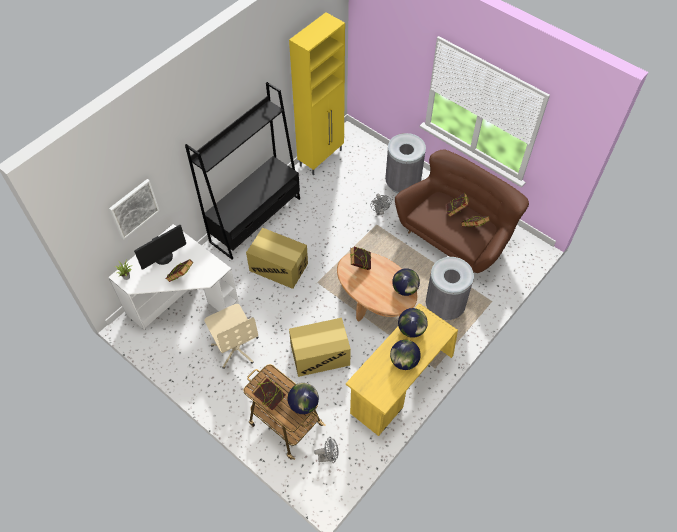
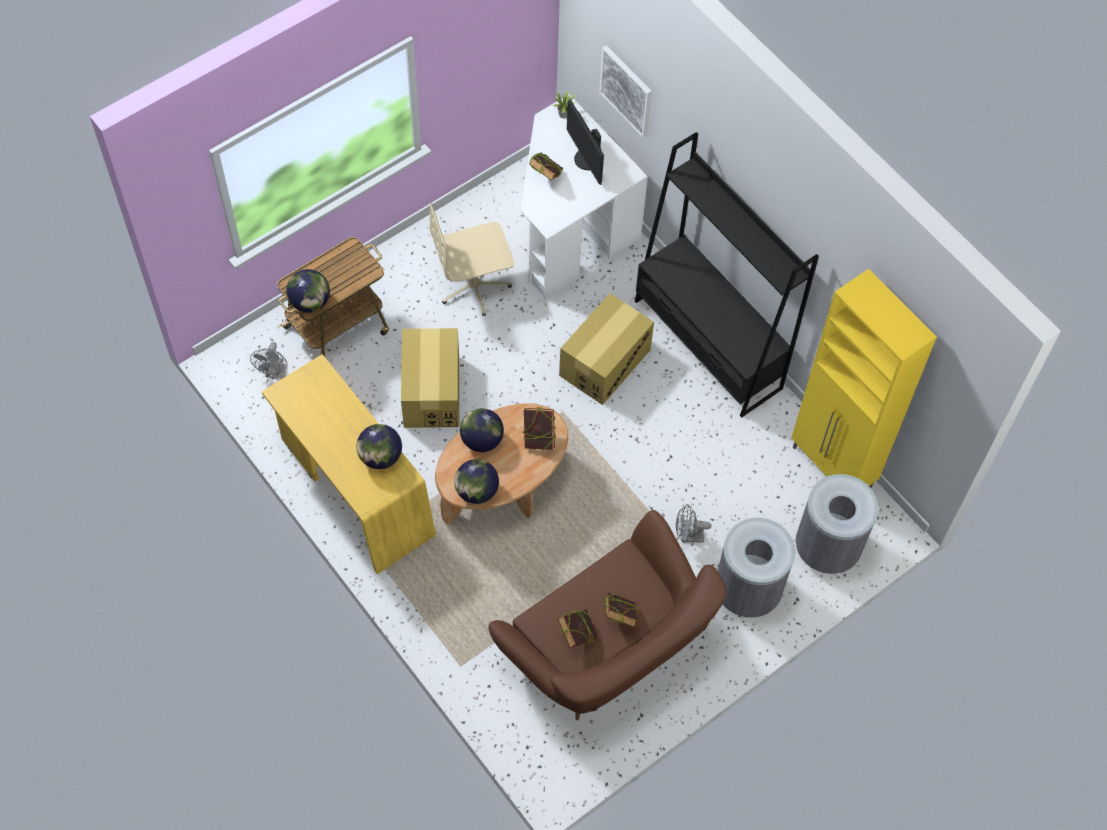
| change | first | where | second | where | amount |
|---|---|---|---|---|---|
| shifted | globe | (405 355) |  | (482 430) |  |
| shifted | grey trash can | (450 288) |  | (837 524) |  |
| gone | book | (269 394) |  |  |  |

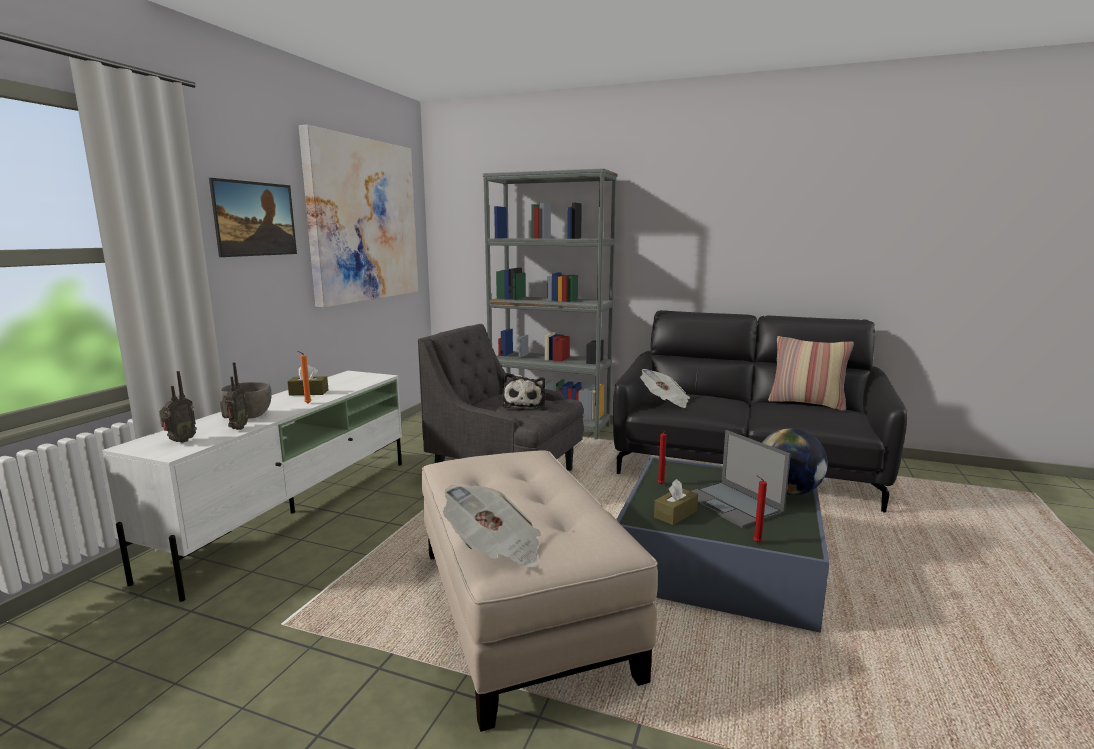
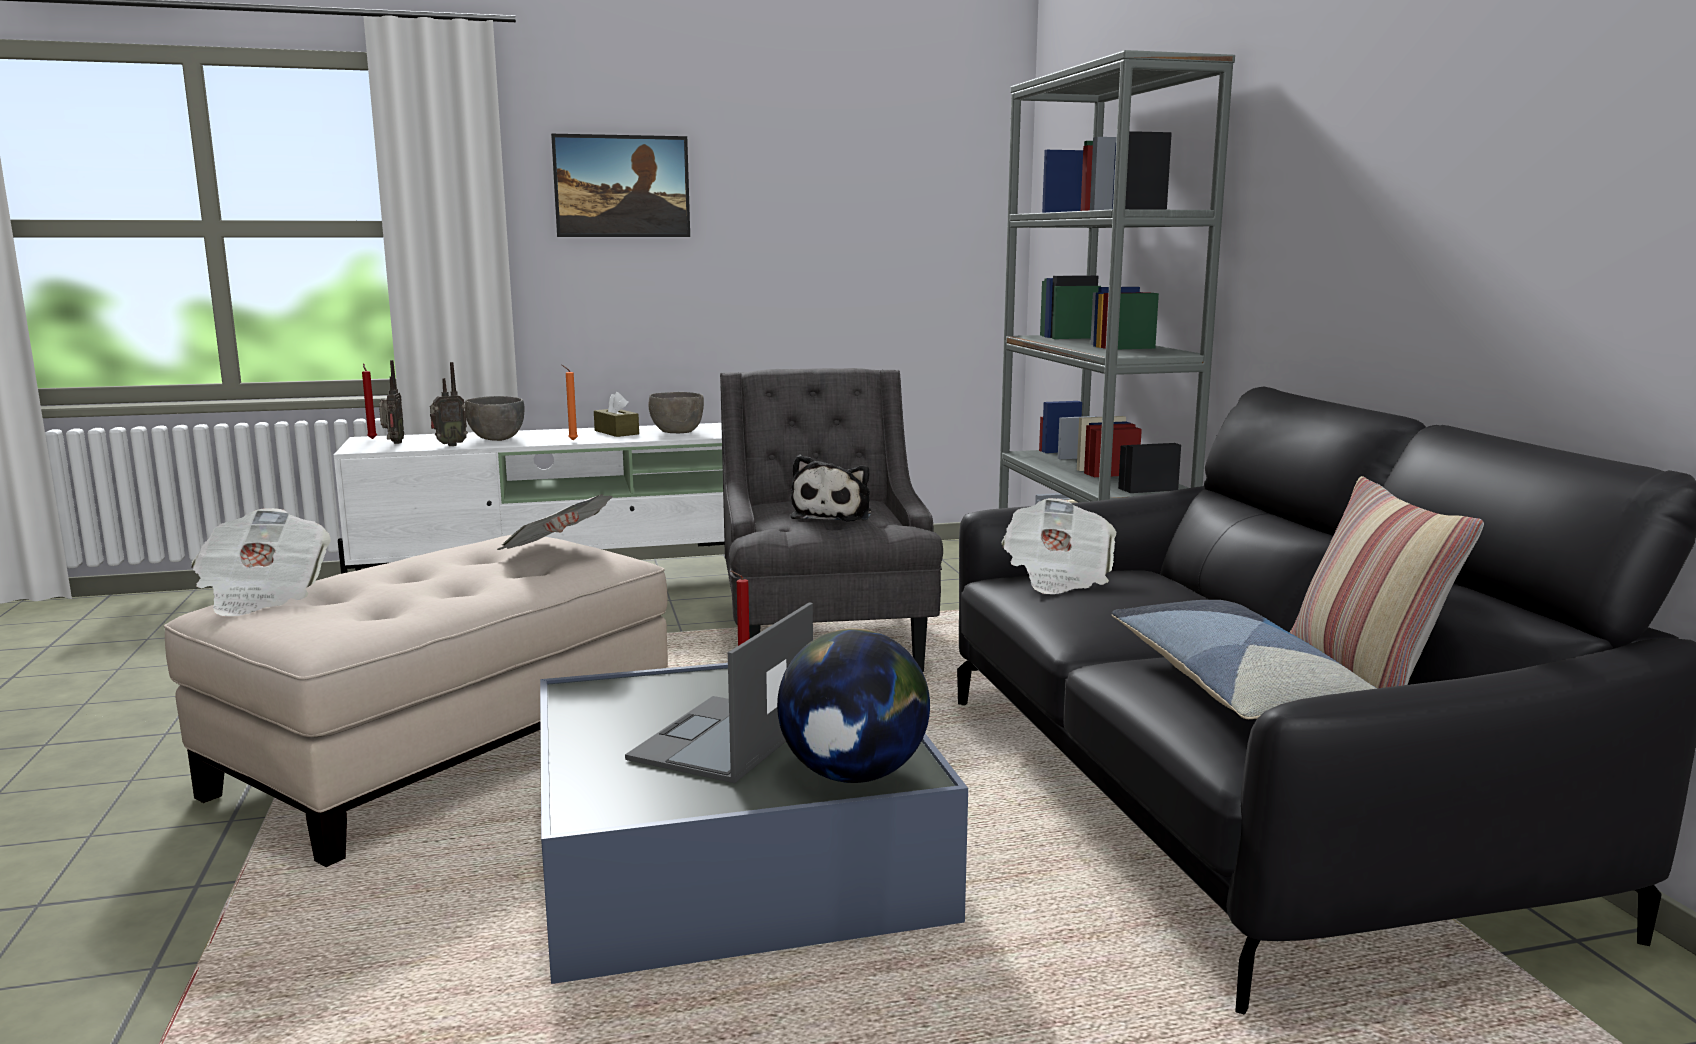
| change | first | where | second | where | amount |
|---|---|---|---|---|---|
| shifted | red candle | (760 509) |  | (369 401) |  |
| rotated | radio | (178 407) |  | (391 402) | 90 degrees counterclockwise |
| new |  |  | newspaper | (555 522) |  |
| new |  |  | grey bowl | (676 412) |  |
| rotated | plush toy | (524 391) |  | (831 488) | 45 degrees counterclockwise |
| new |  |  | pillow | (1244 659) |  |
| gone | picture | (358 216) |  |  |  |
| gone | brown tissue box | (676 502) |  |  |  |

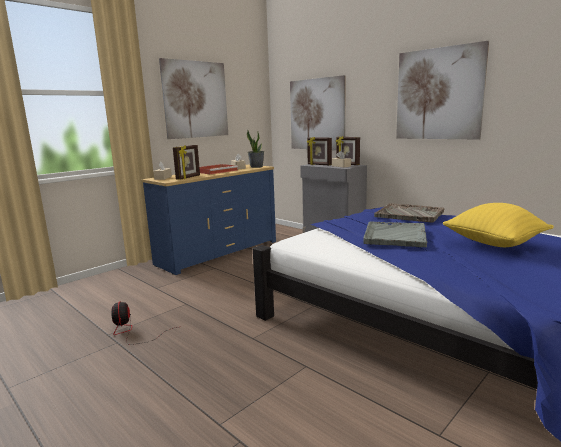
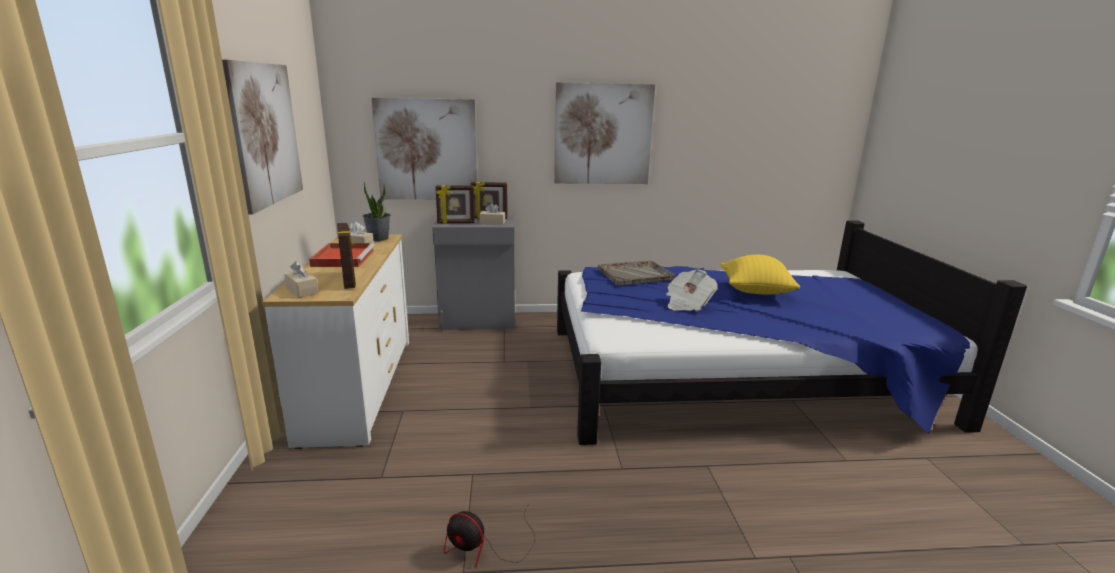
| change | first | where | second | where | amount |
|---|---|---|---|---|---|
| repainted | blue dresser | (209 220) | white dresser | (335 342) |  |
| swapped | grey tray | (395 234) | newspaper | (692 290) |  |

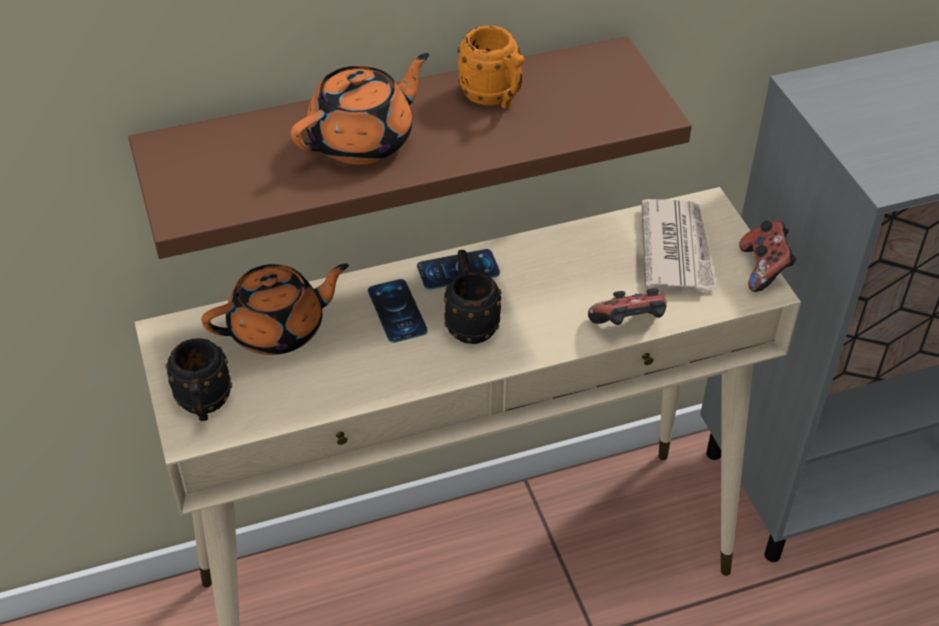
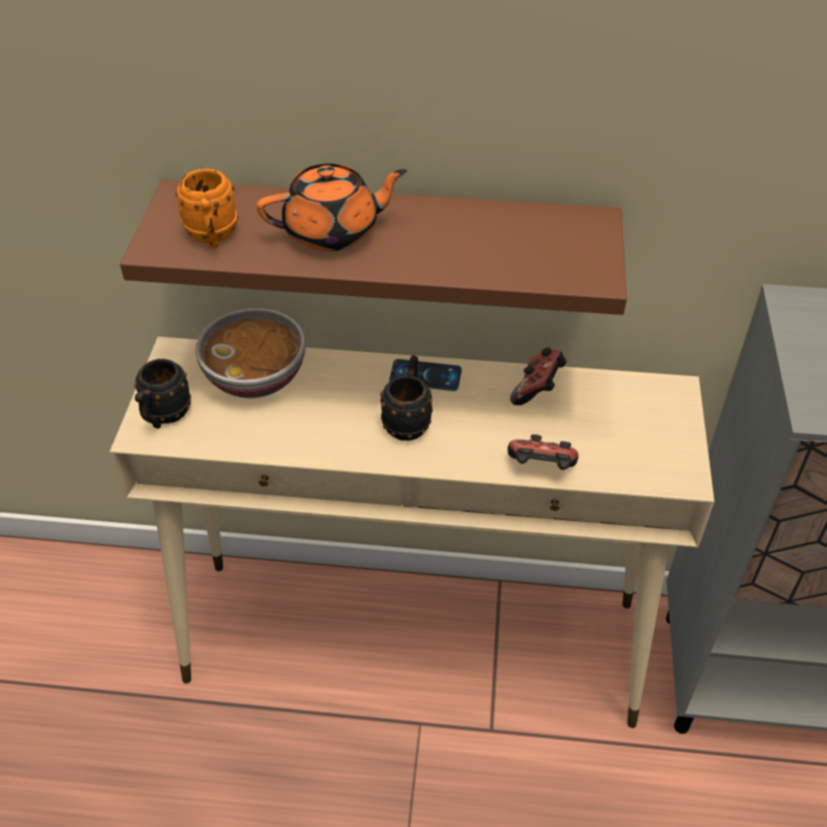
| change | first | where | second | where | amount |
|---|---|---|---|---|---|
| shifted | orange mug | (490 67) |  | (206 209) |  |
| swapped | orange teapot | (275 309) | bowl | (250 353) |  |
| shifted | game controller | (767 256) |  | (538 376) |  |
| gone | phone | (398 311) |  |  |  |
| gone | newspaper | (679 246) |  |  |  |

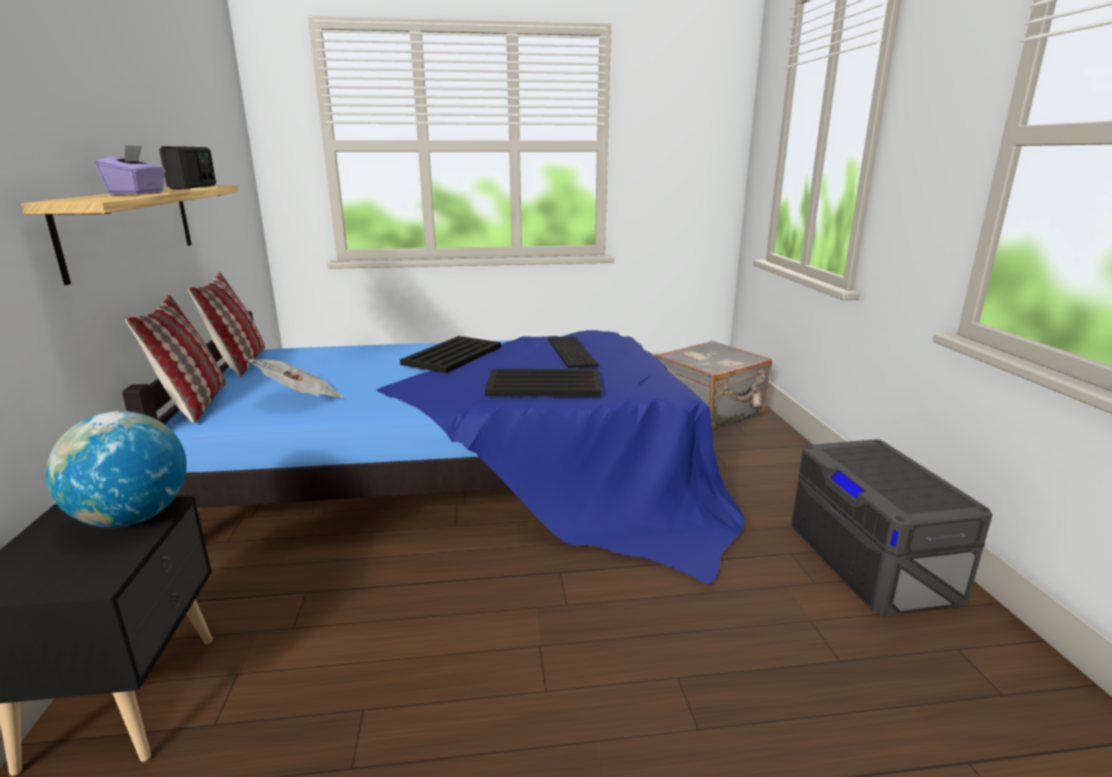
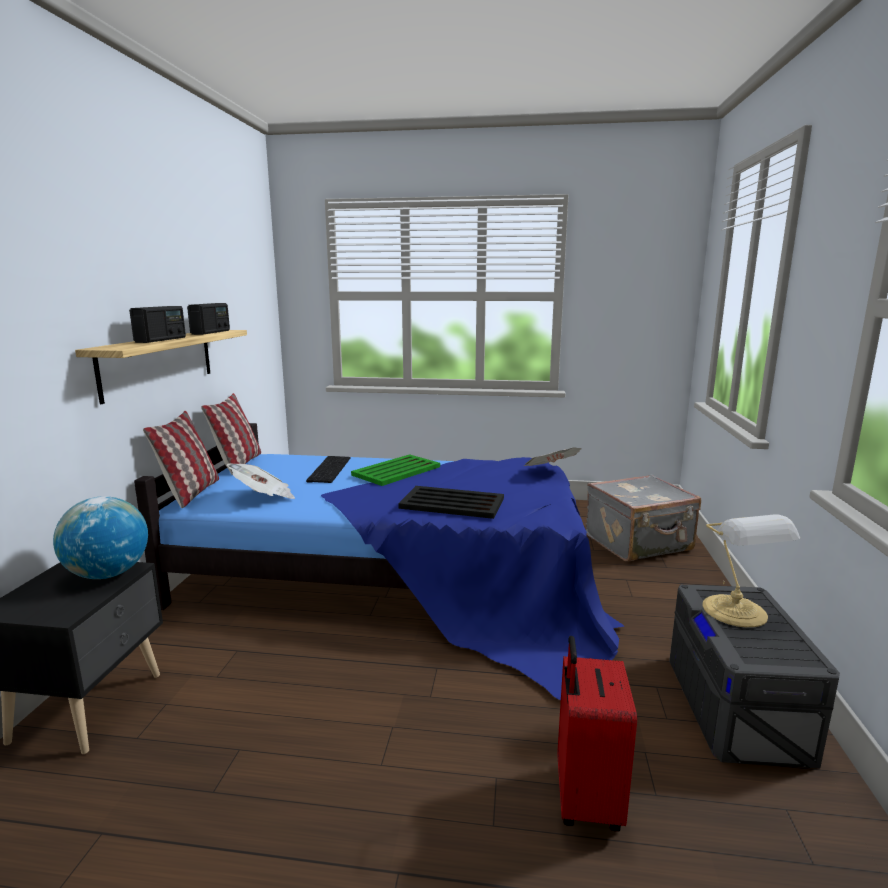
| change | first | where | second | where | amount |
|---|---|---|---|---|---|
| swapped | purple tissue box | (130 169) | radio | (157 324) |  |
| shifted | keyboard | (573 352) |  | (328 469) |  |
| repainted | black tray | (450 354) | green tray | (395 470) |  |
| new |  |  | newspaper | (553 456) |  |
| new |  |  | red suitcase | (597 734) |  |
| new |  |  | table lamp | (751 571) |  |

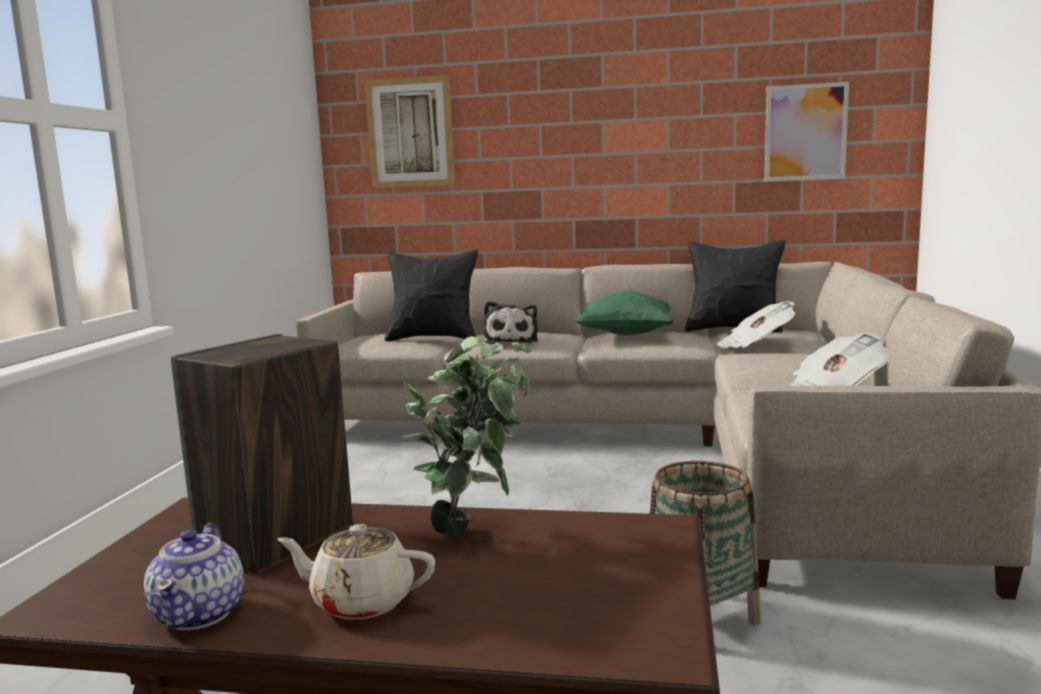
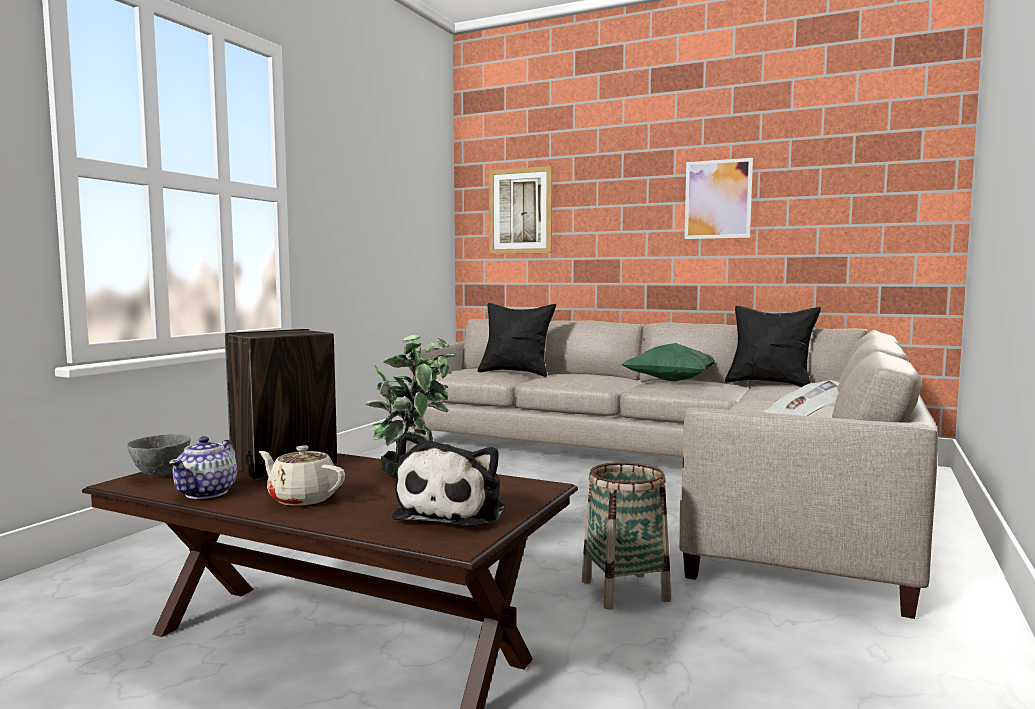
| change | first | where | second | where | amount |
|---|---|---|---|---|---|
| new |  |  | grey bowl | (159 455) |  |
| shifted | plush toy | (510 322) |  | (448 479) |  |
| shifted | picture | (807 131) |  | (718 198) |  |
| gone | newspaper | (756 324) |  |  |  |

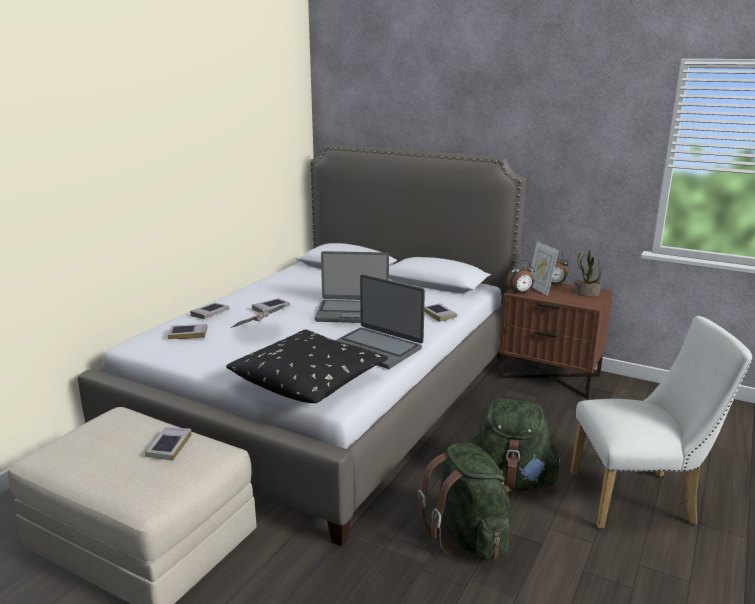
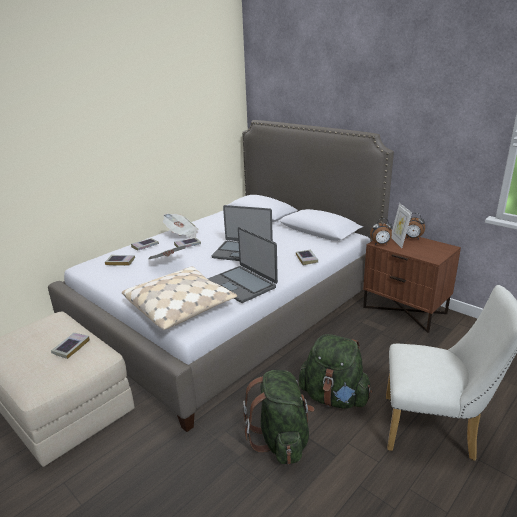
| change | first | where | second | where | amount |
|---|---|---|---|---|---|
| repainted | black pillow | (307 366) | beige pillow | (179 298) |  |
| new |  |  | newspaper | (180 225) |  |
| gone | potted plant | (588 273) |  |  |  |

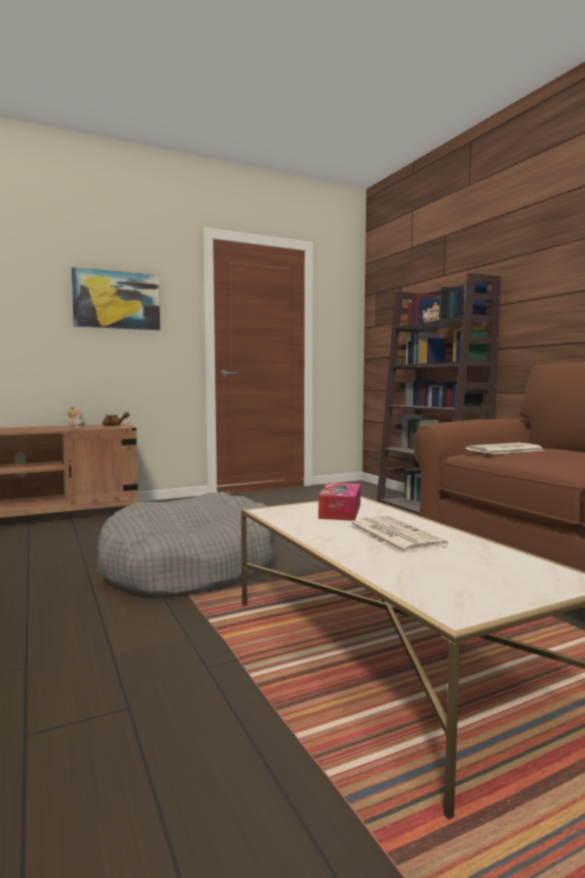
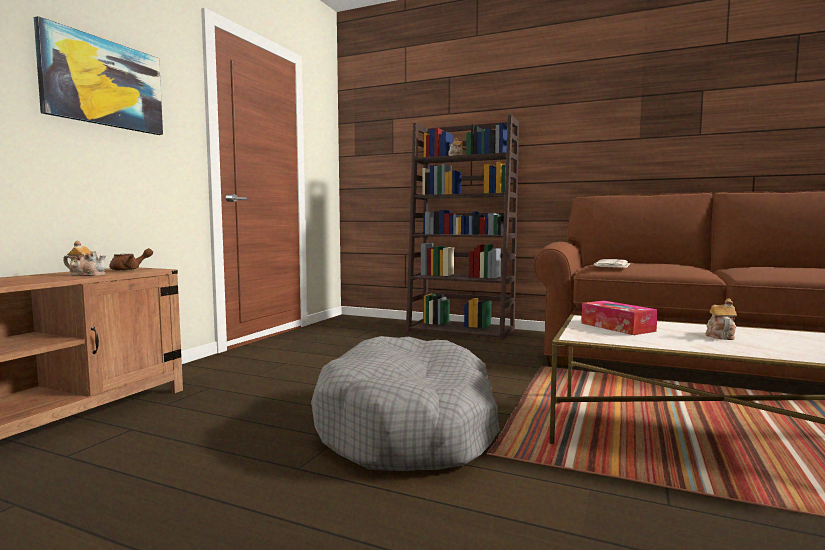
| change | first | where | second | where | amount |
|---|---|---|---|---|---|
| swapped | newspaper | (398 535) | teapot | (721 319) |  |

